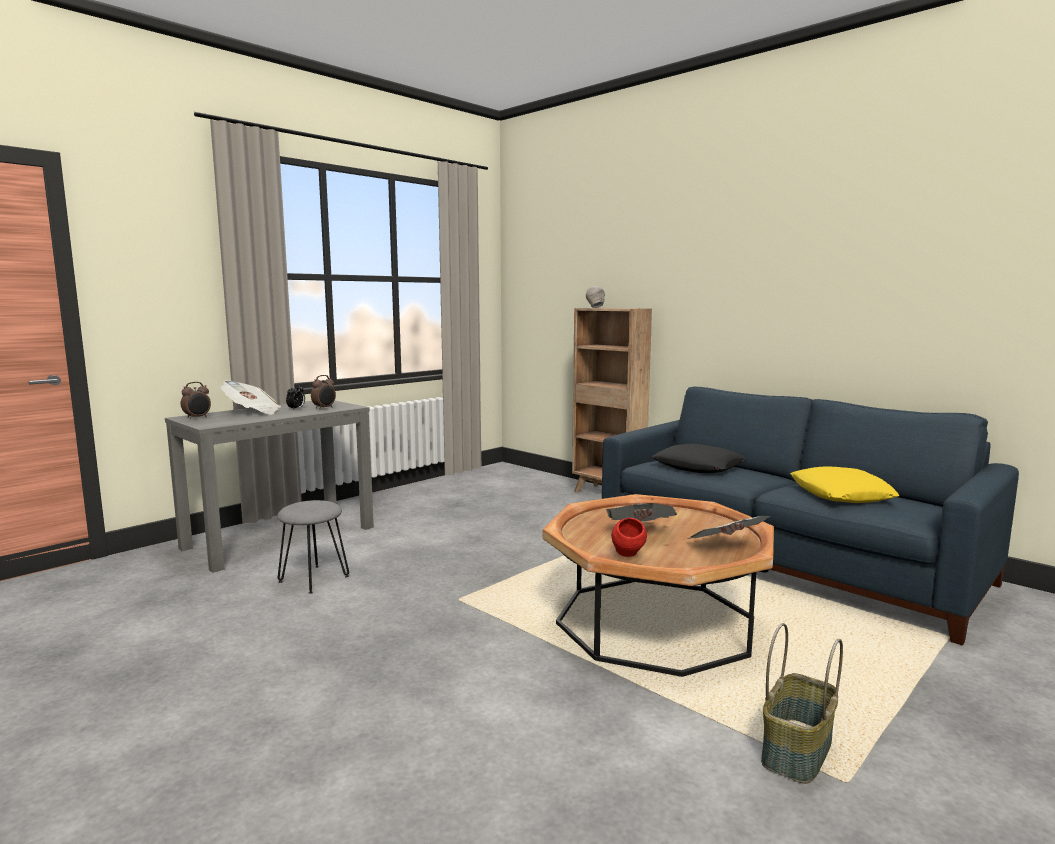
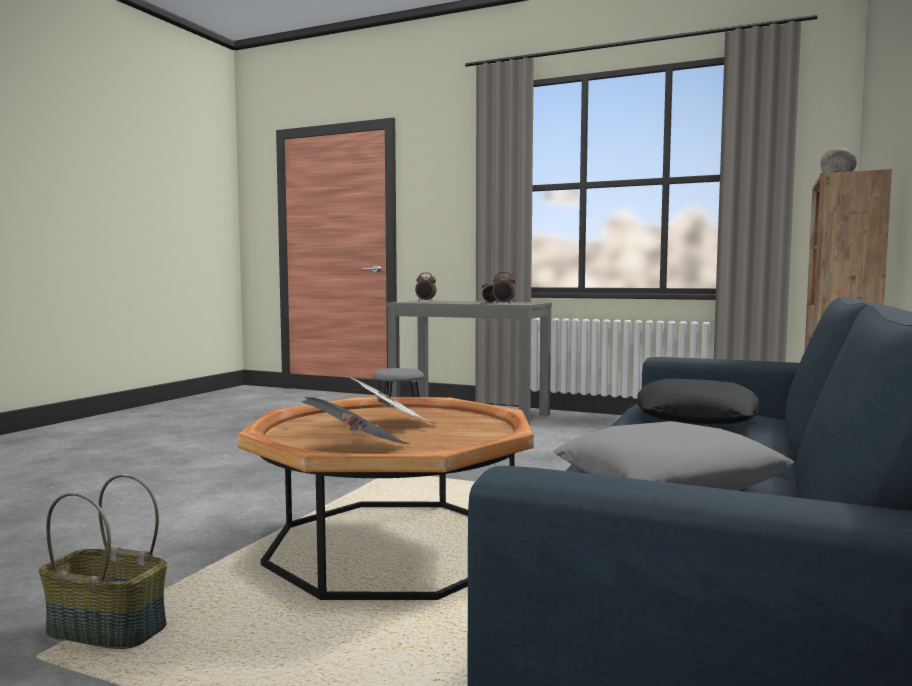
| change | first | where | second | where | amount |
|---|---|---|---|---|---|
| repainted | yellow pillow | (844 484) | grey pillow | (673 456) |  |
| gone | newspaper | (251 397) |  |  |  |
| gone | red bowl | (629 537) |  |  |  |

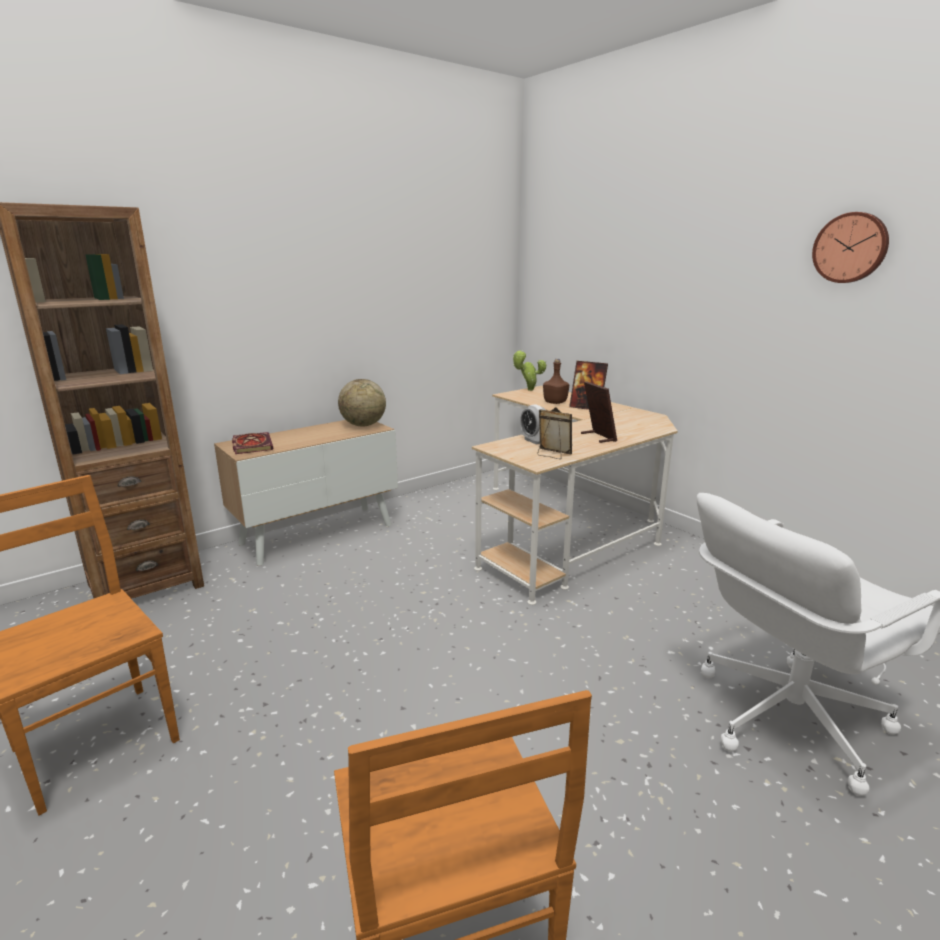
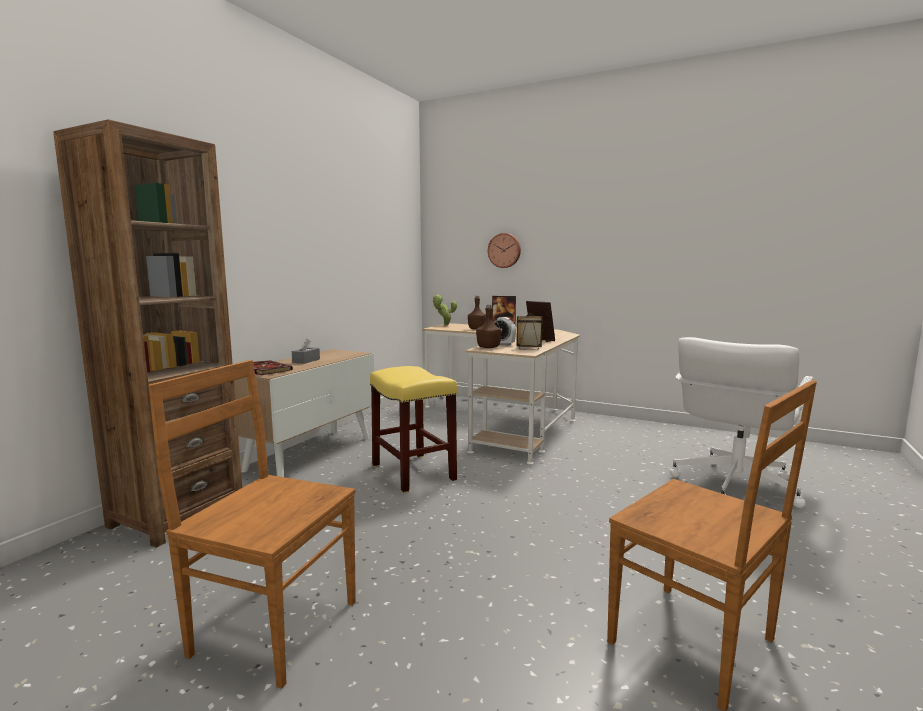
| change | first | where | second | where | amount |
|---|---|---|---|---|---|
| new |  |  | grey tissue box | (306 351) |  |
| new |  |  | yellow stool | (413 429) |  |
| new |  |  | brown bottle | (489 326) |  |
| shifted | wall clock | (850 247) |  | (504 250) |  |
| gone | globe | (362 403) |  |  |  |

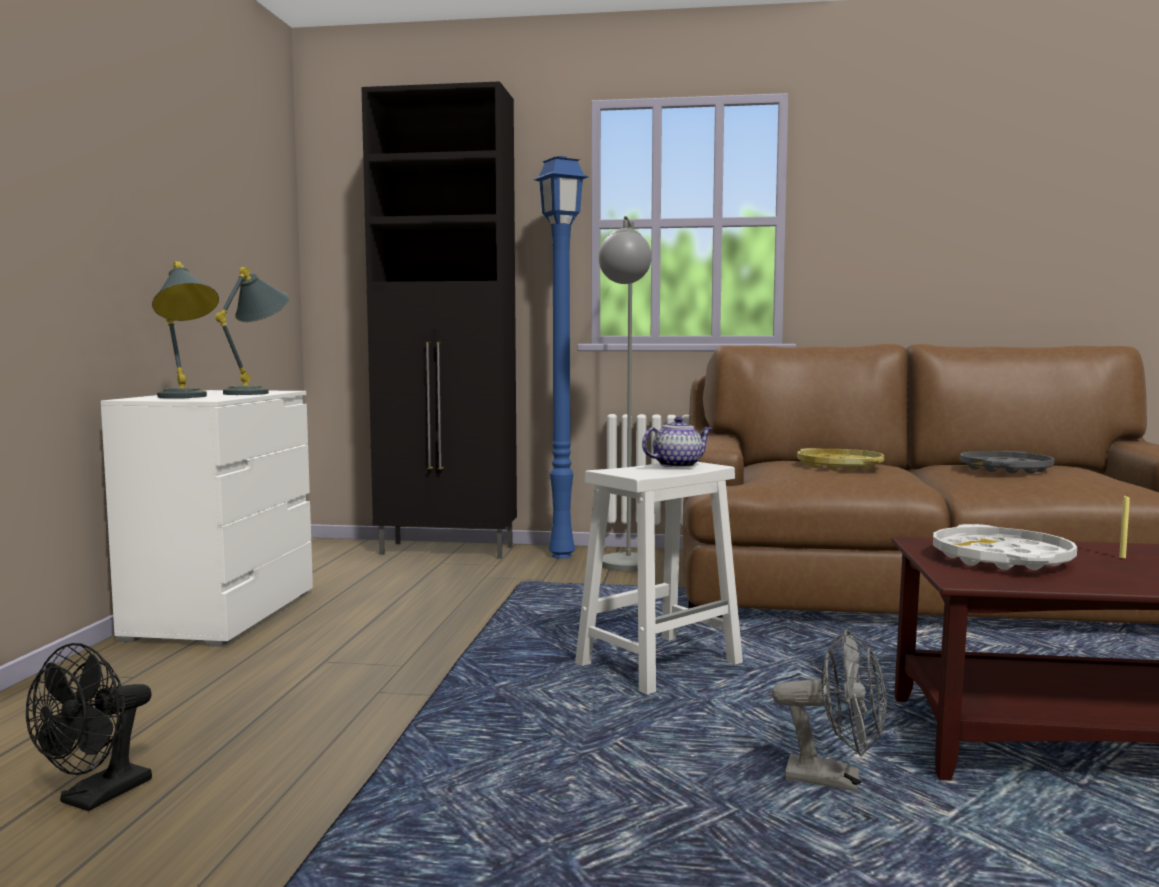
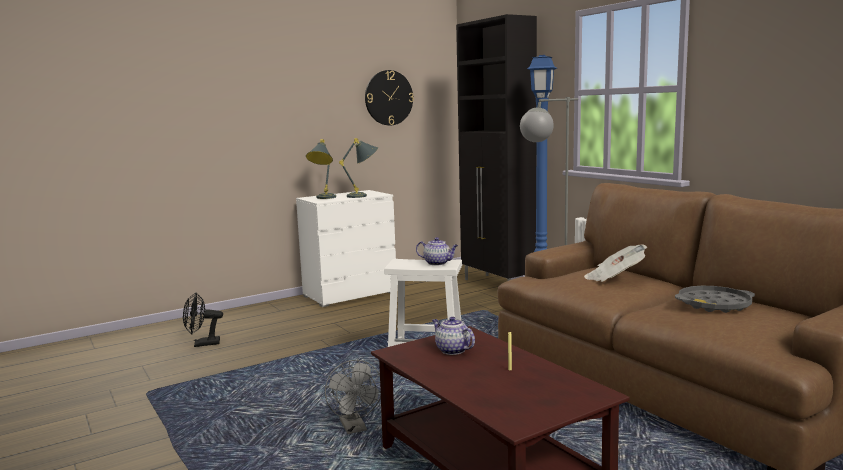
| change | first | where | second | where | amount |
|---|---|---|---|---|---|
| new |  |  | wall clock | (389 97) |  |
| swapped | white tray | (1005 547) | teapot | (453 336) |  |
| swapped | yellow tray | (840 459) | newspaper | (615 263) |  |

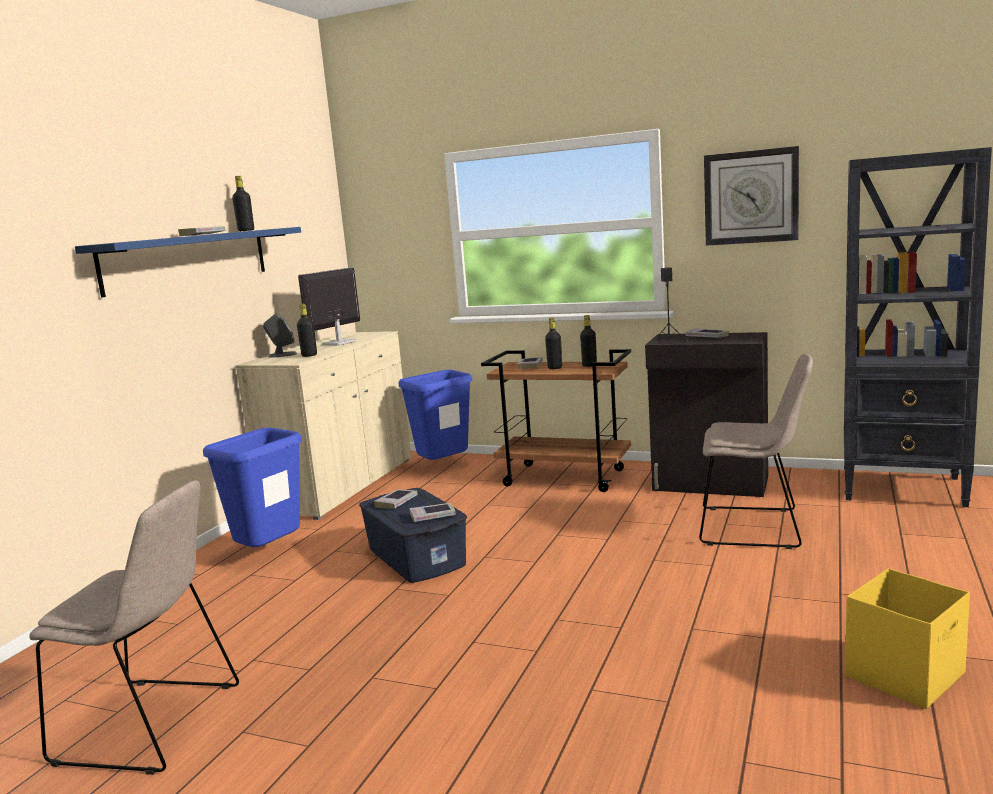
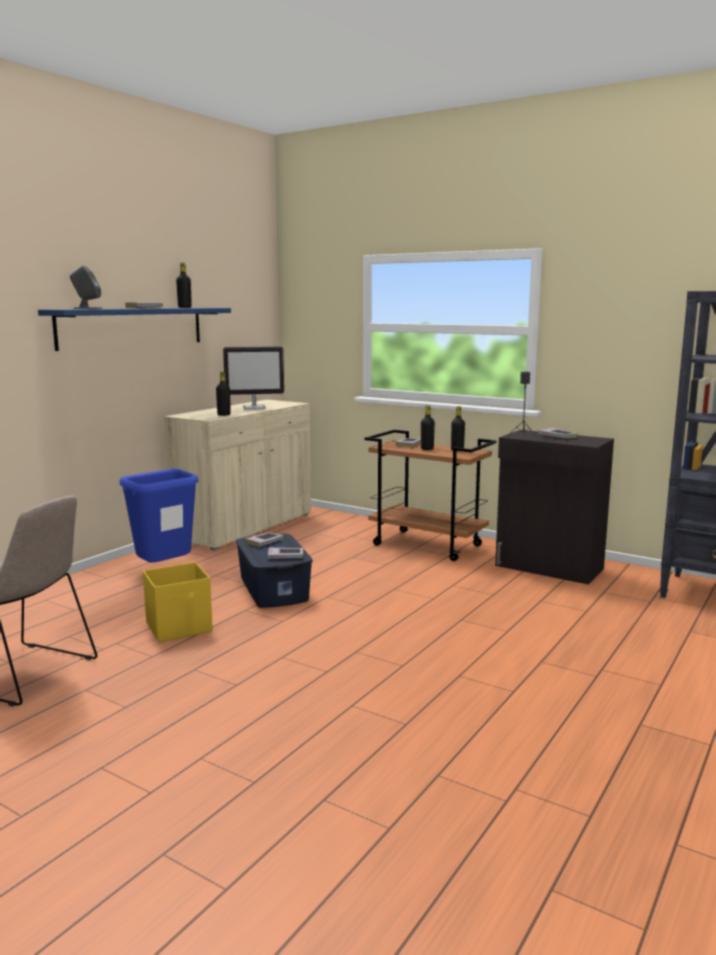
| change | first | where | second | where | amount |
|---|---|---|---|---|---|
| shifted | grey speaker | (280 335) |  | (86 287) |  |
| shifted | yellow storage box | (907 638) |  | (178 602) |  |
| rotated | monitor | (329 306) |  | (253 378) | 150 degrees counterclockwise |
| gone | blue trash can | (435 415) |  |  |  |
| gone | beige chair | (756 451) |  |  |  |
| gone | wall clock | (751 196) |  |  |  |

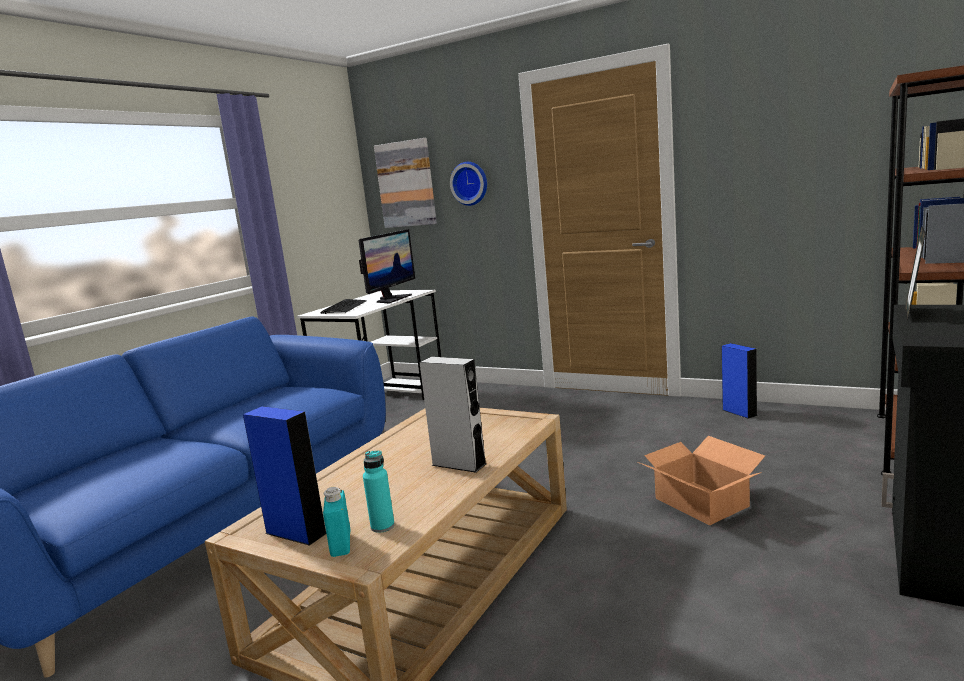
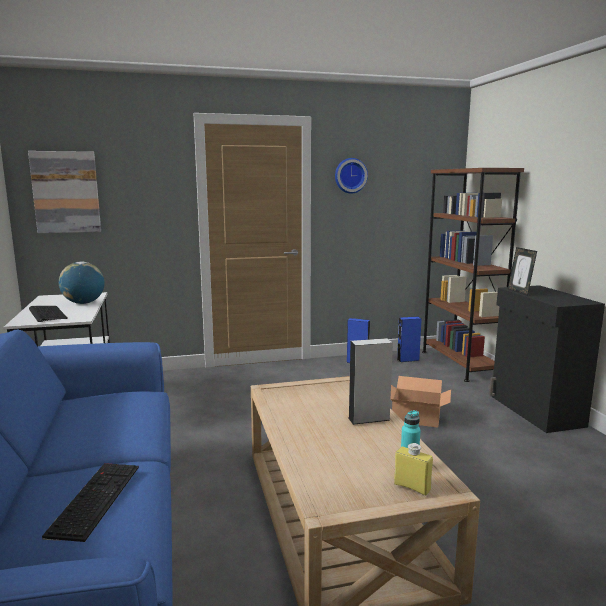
| change | first | where | second | where | amount |
|---|---|---|---|---|---|
| new |  |  | keyboard | (90 502) |  |
| swapped | monitor | (386 266) | globe | (82 283) |  |
| shifted | wall clock | (468 184) |  | (351 176) |  |
| repainted | turquoise bottle | (336 522) | yellow bottle | (413 469) |  |
| shifted | blue speaker | (284 476) |  | (409 339) |  |

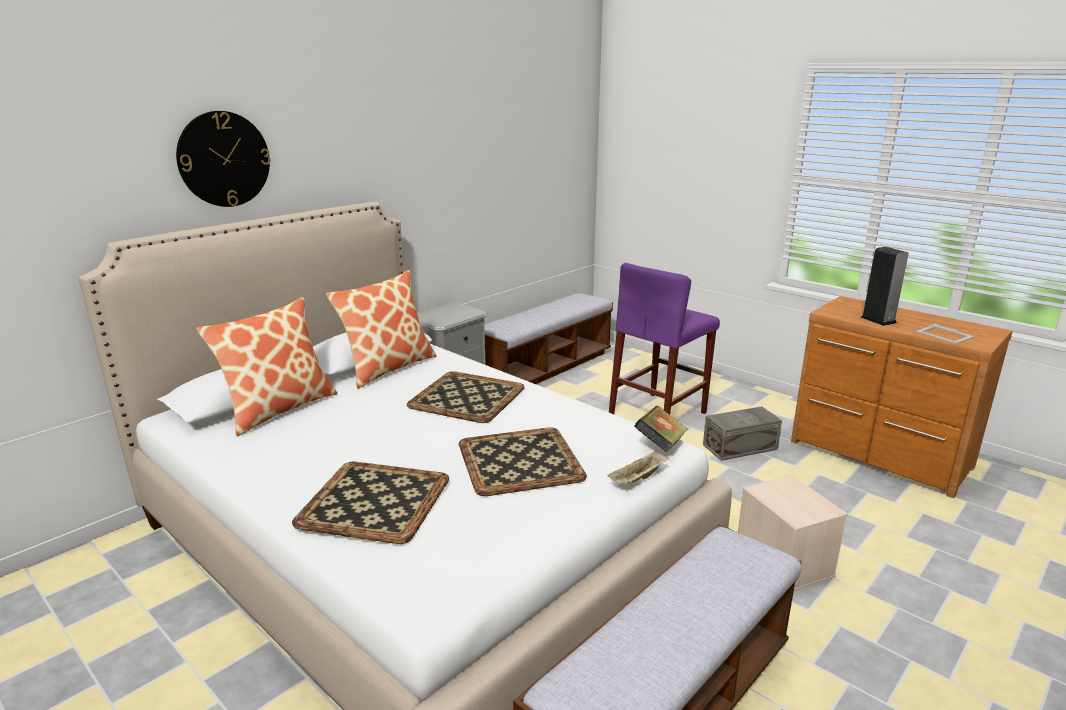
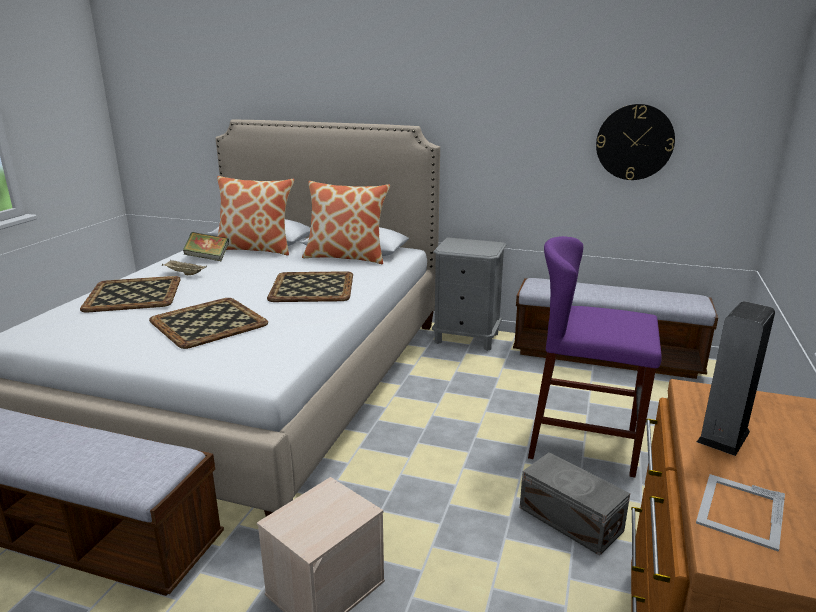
| change | first | where | second | where | amount |
|---|---|---|---|---|---|
| shifted | beige tray | (638 467) |  | (184 267) |  |
| shifted | book | (661 429) |  | (206 246) |  |
| shifted | wall clock | (223 159) |  | (635 142) |  |

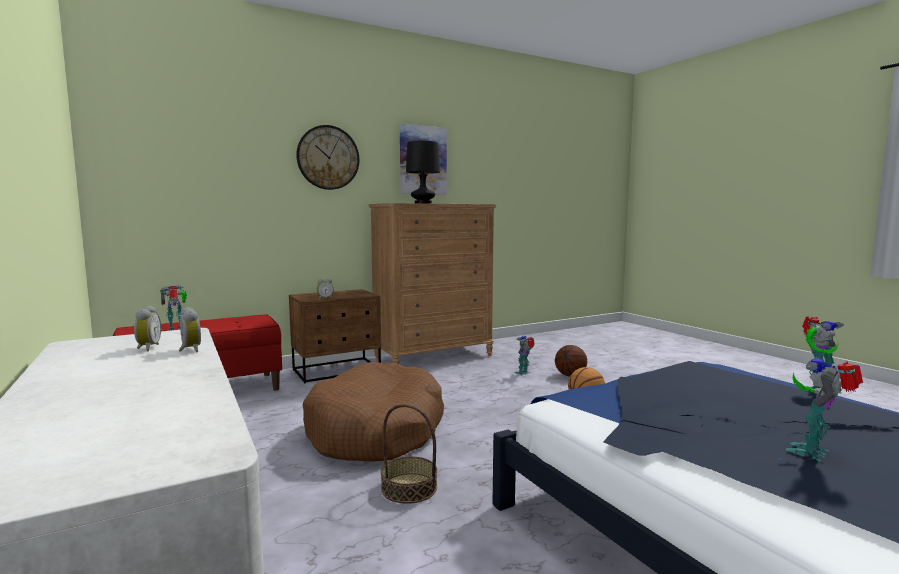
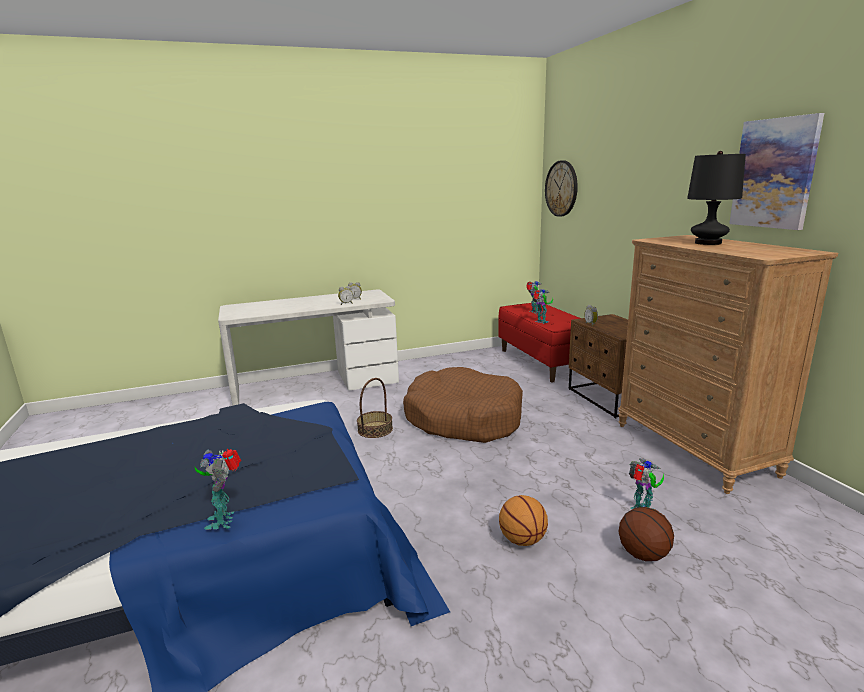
| change | first | where | second | where | amount |
|---|---|---|---|---|---|
| shifted | toy robot | (824 409) |  | (543 306) |  |
| shifted | wall clock | (327 157) |  | (561 188) |  |

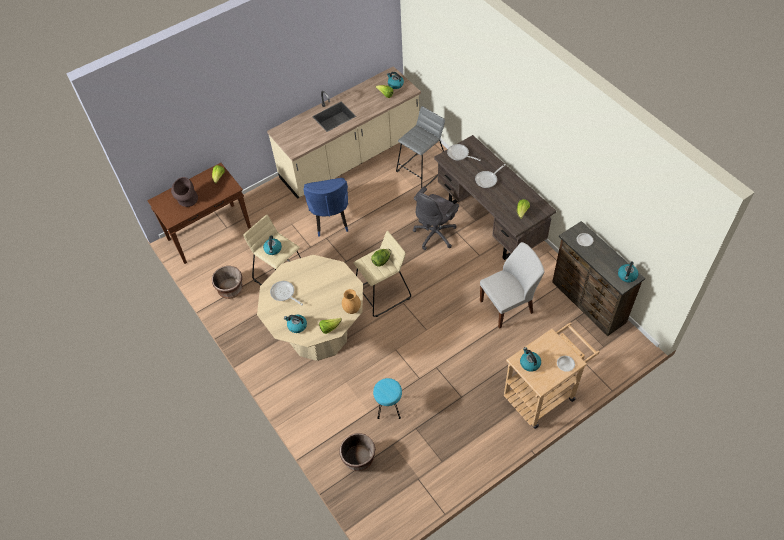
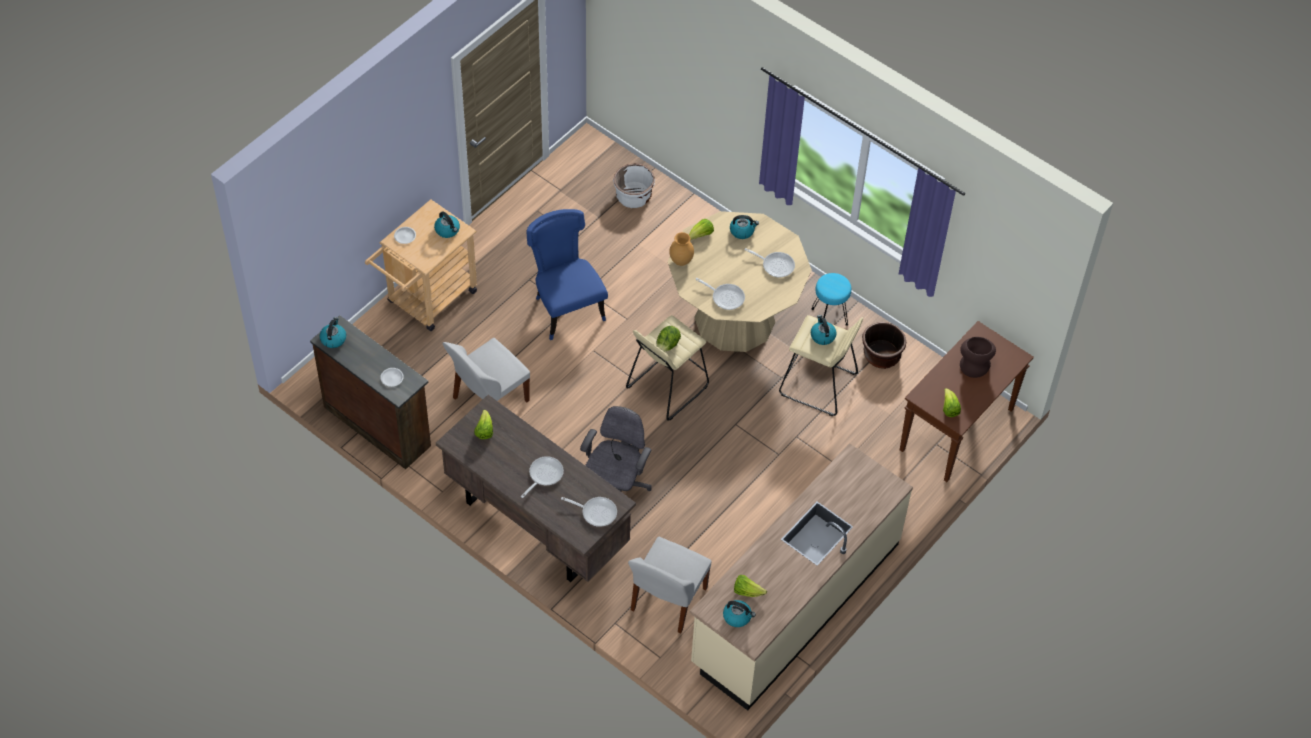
| change | first | where | second | where | amount |
|---|---|---|---|---|---|
| shifted | blue chair | (326 207) |  | (567 274) |  |
| repainted | brown planter | (357 452) | white planter | (634 185) |  |
| swapped | grey stool | (420 147) | white chair | (670 585) |  |
| new |  |  | frying pan | (720 294) |  |
| shifted | turquoise stool | (387 398) |  | (831 299) |  |

